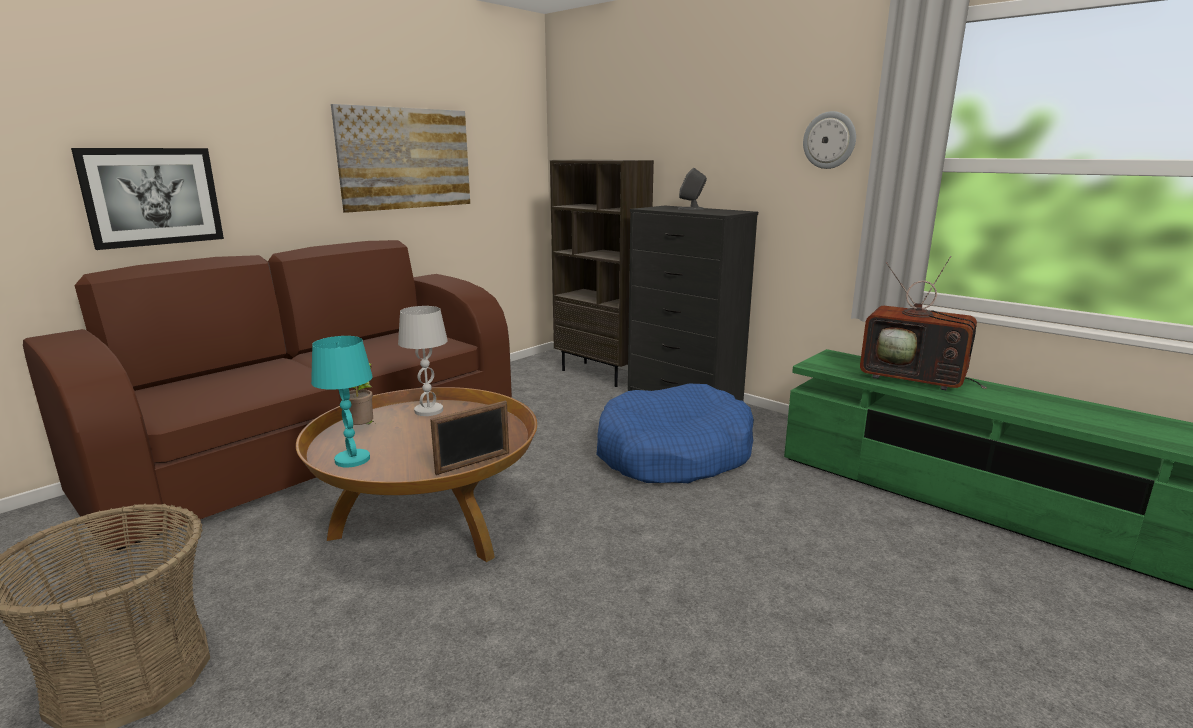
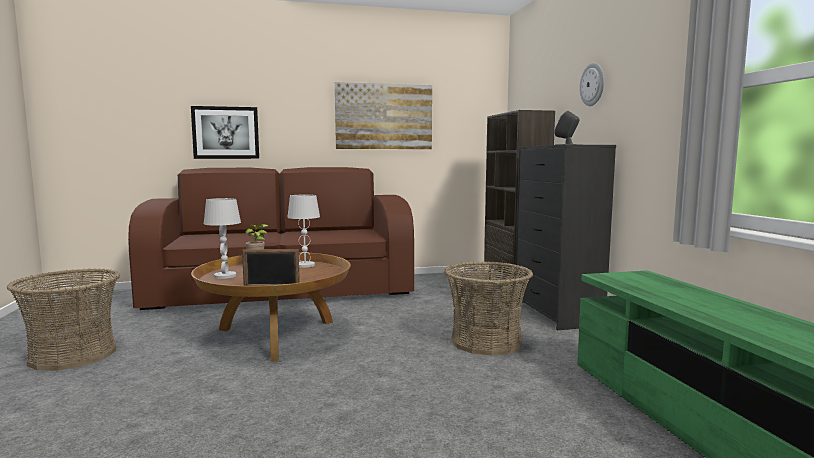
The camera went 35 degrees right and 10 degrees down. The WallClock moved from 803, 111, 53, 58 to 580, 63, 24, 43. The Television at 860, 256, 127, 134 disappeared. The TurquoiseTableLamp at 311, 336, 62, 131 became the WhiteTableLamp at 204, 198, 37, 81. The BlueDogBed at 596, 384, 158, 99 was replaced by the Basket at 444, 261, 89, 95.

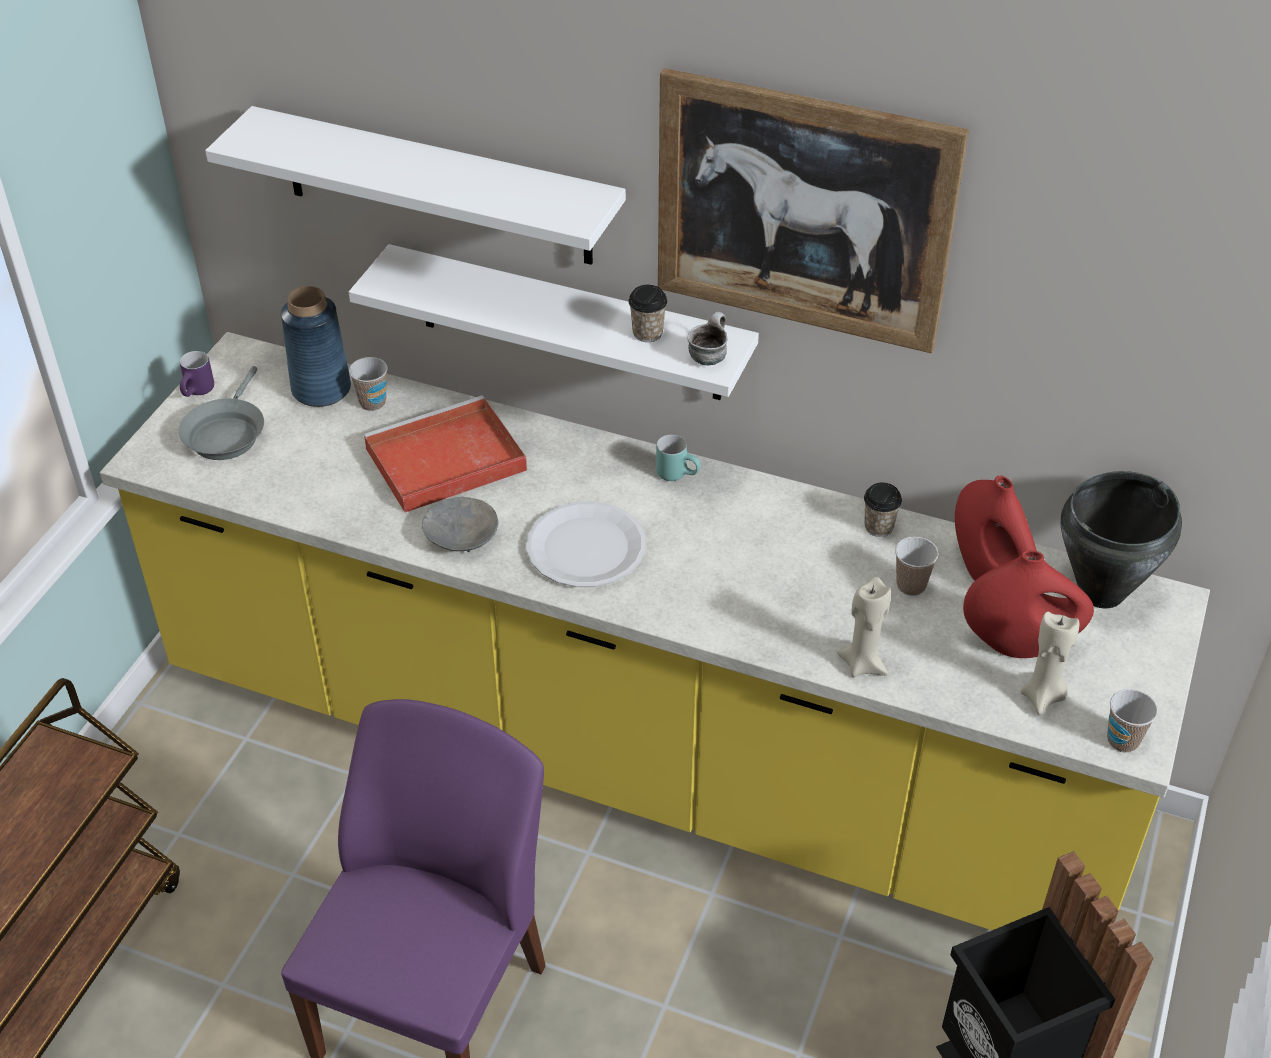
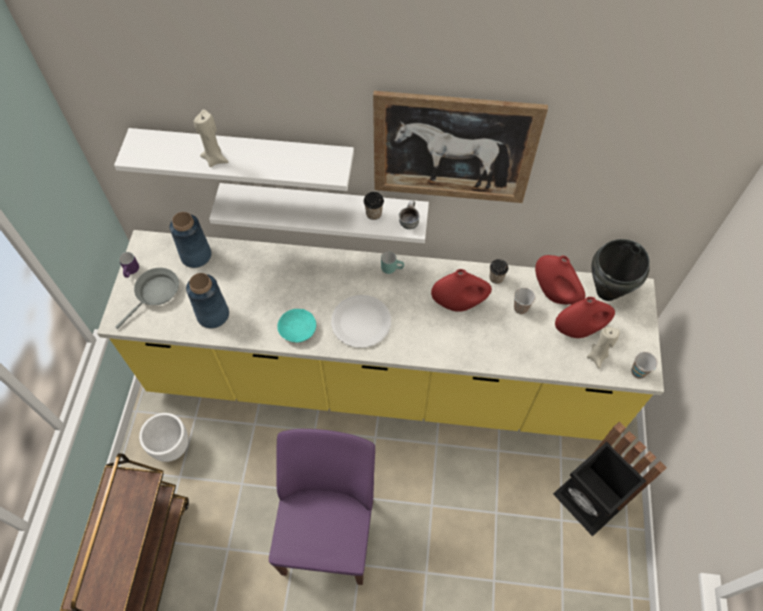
The camera went 15 degrees left and 15 degrees up. The Cup at 349, 357, 38, 54 disappeared. The GreyFryingPan at 178, 366, 86, 94 turned 135 degrees counterclockwise. The RedTray at 363, 395, 164, 118 disappeared. The GreyBowl at 422, 497, 76, 55 became the TurquoiseBowl at 277, 309, 39, 34. The BeigeCandle moved from 837, 577, 54, 100 to 194, 109, 34, 58. The RedVase at 431, 269, 61, 43 appeared. The BlueVase at 186, 273, 43, 55 appeared. The WhitePlanter at 139, 413, 49, 49 appeared.

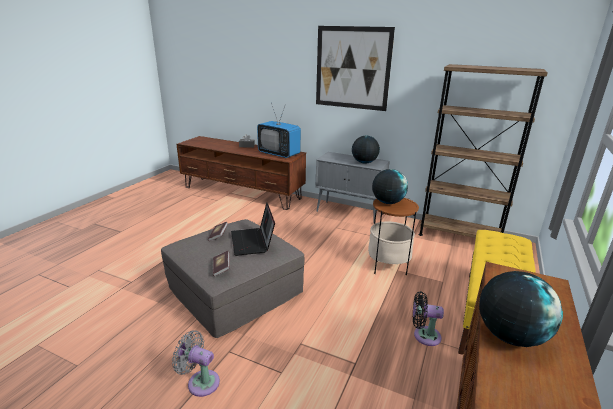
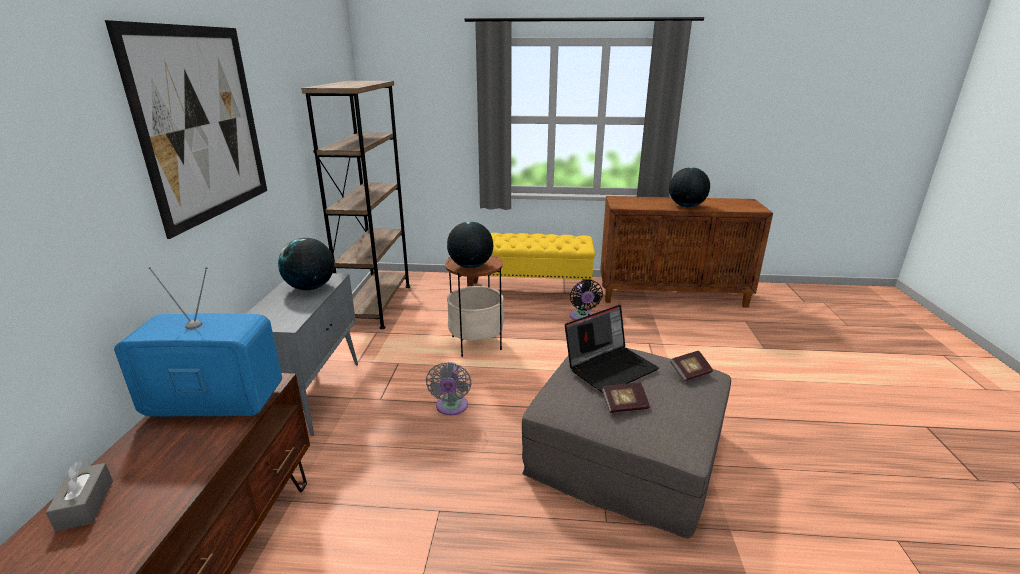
The camera went 110 degrees left and 0 degrees up. The Television at 257, 102, 44, 56 turned 105 degrees counterclockwise. The GreyFan moved from 172, 330, 48, 67 to 426, 362, 45, 53.

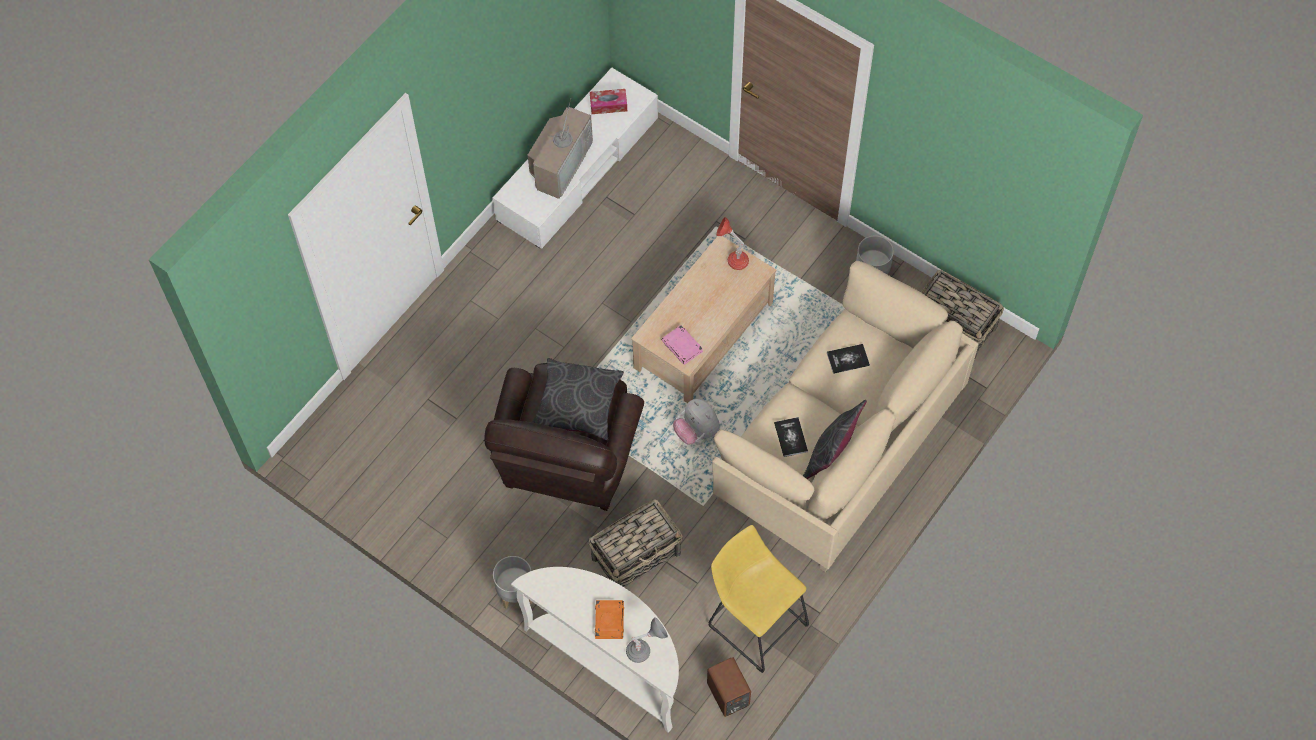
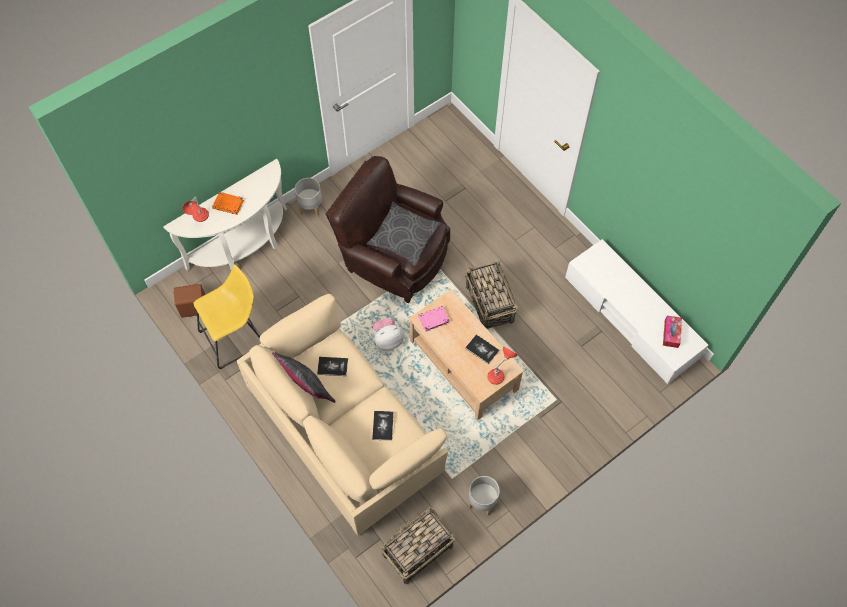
The camera went 105 degrees right and 0 degrees up. The Television at 528, 99, 65, 100 disappeared. The Basket moved from 589, 499, 94, 88 to 465, 261, 53, 68. The GreyTableLamp at 626, 617, 42, 46 became the RedTableLamp at 182, 197, 27, 25. The Book at 465, 335, 34, 29 appeared.

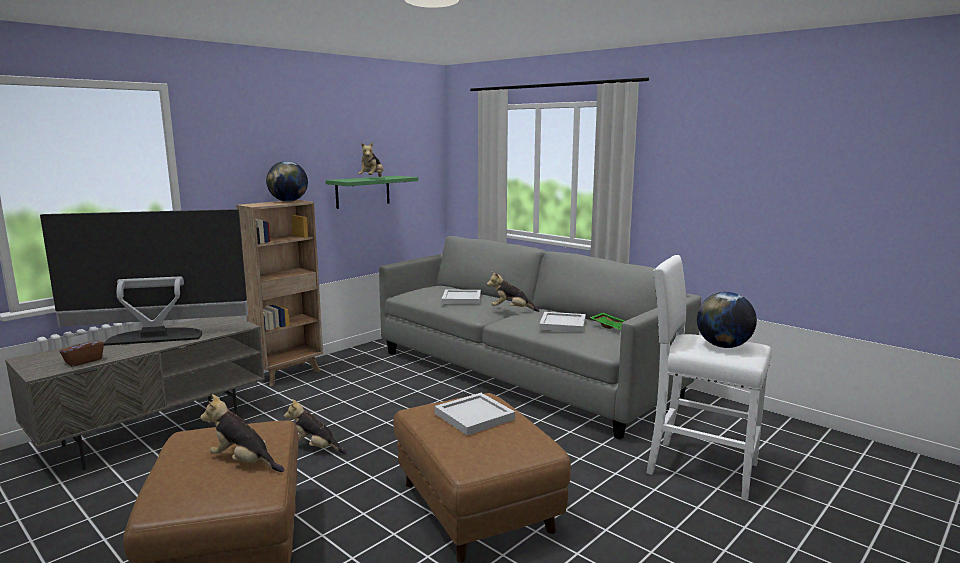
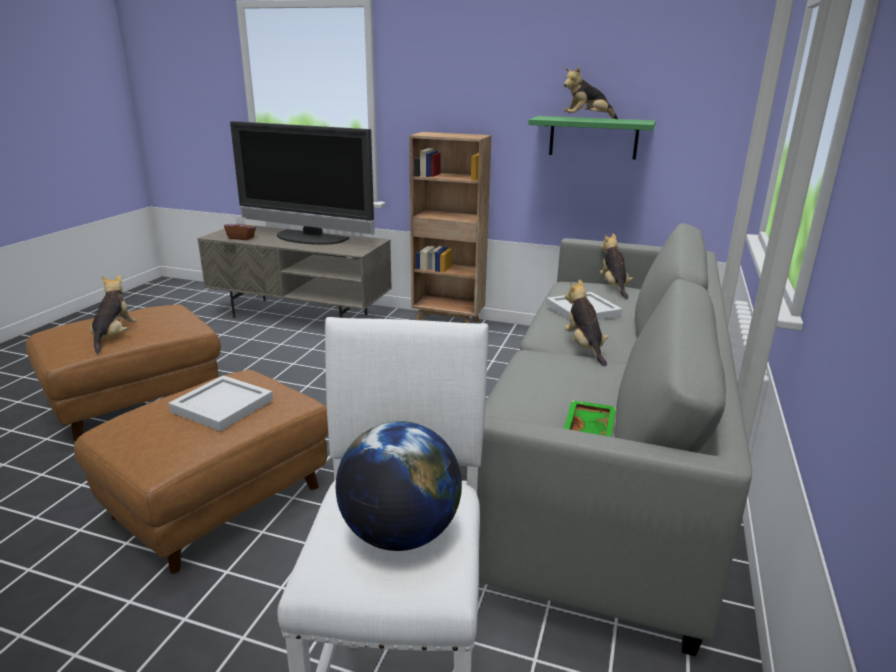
The camera went 65 degrees right and 10 degrees up. The Globe at 266, 161, 42, 41 disappeared. The Television at 40, 209, 208, 137 turned 150 degrees clockwise. The WhiteTray at 539, 312, 47, 20 disappeared. The PlushToy moved from 284, 399, 63, 55 to 600, 233, 33, 66.

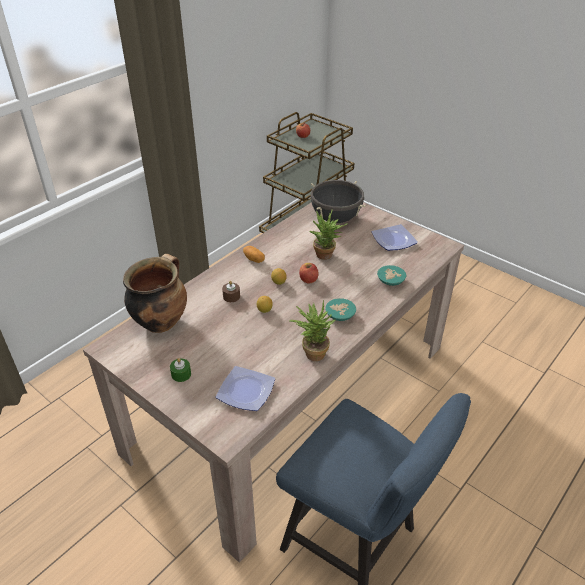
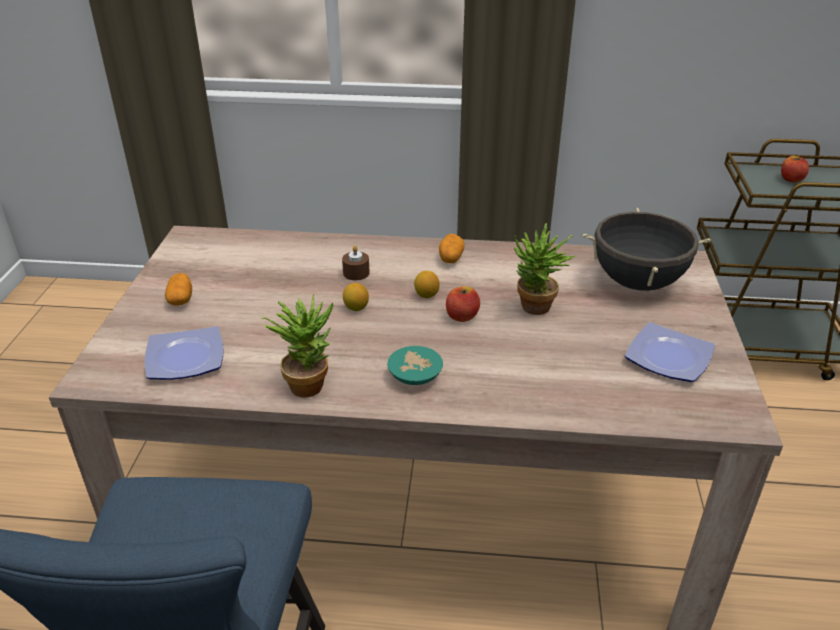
The camera went 55 degrees right and 5 degrees down. The CookingPot at 123, 254, 64, 79 disappeared. The TurquoiseBowl at 377, 265, 29, 21 disappeared. The GreenCandle at 170, 358, 21, 24 was replaced by the Potato at 165, 273, 27, 33.

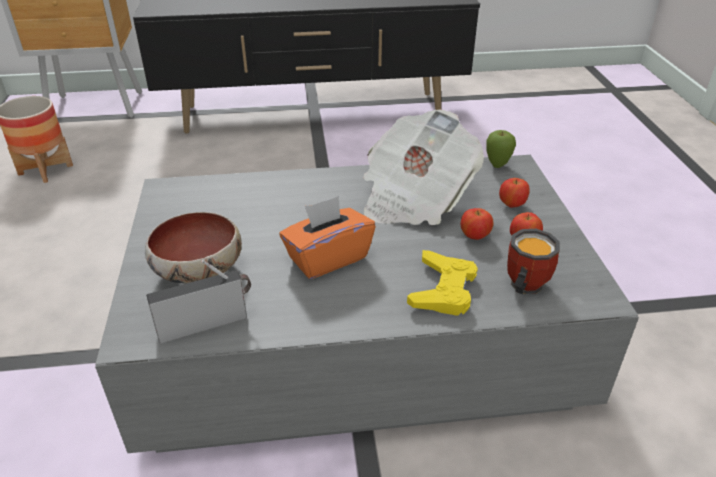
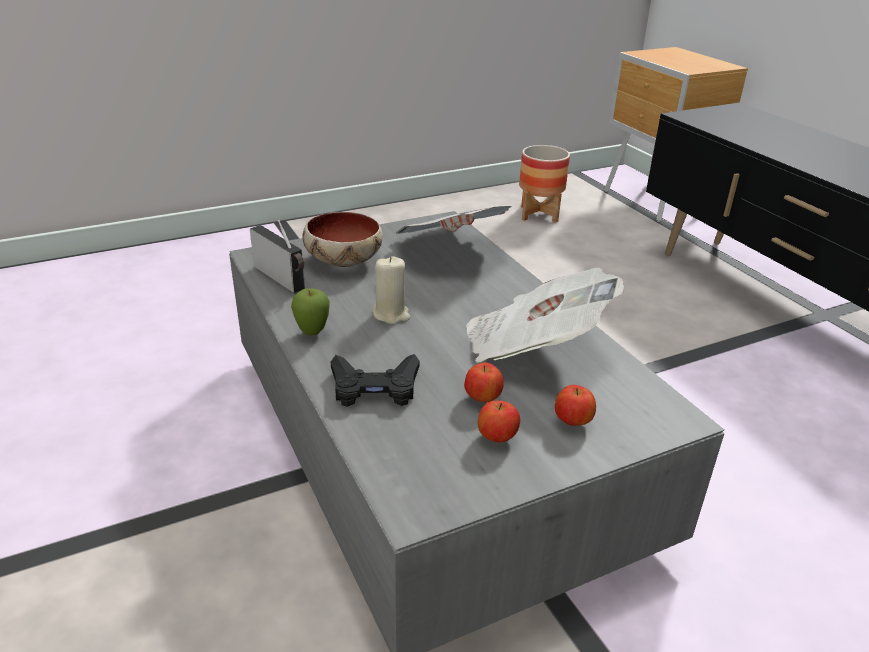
The camera went 70 degrees right and 5 degrees down. The Apple moved from 486, 130, 30, 38 to 291, 288, 39, 48. The OrangeTissueBox at 279, 196, 97, 83 was replaced by the BeigeCandle at 373, 256, 37, 68. The Mug at 507, 229, 53, 65 disappeared. The YellowGameController at 407, 250, 71, 66 became the BlackGameController at 331, 354, 88, 53. The Newspaper at 396, 206, 116, 28 appeared.

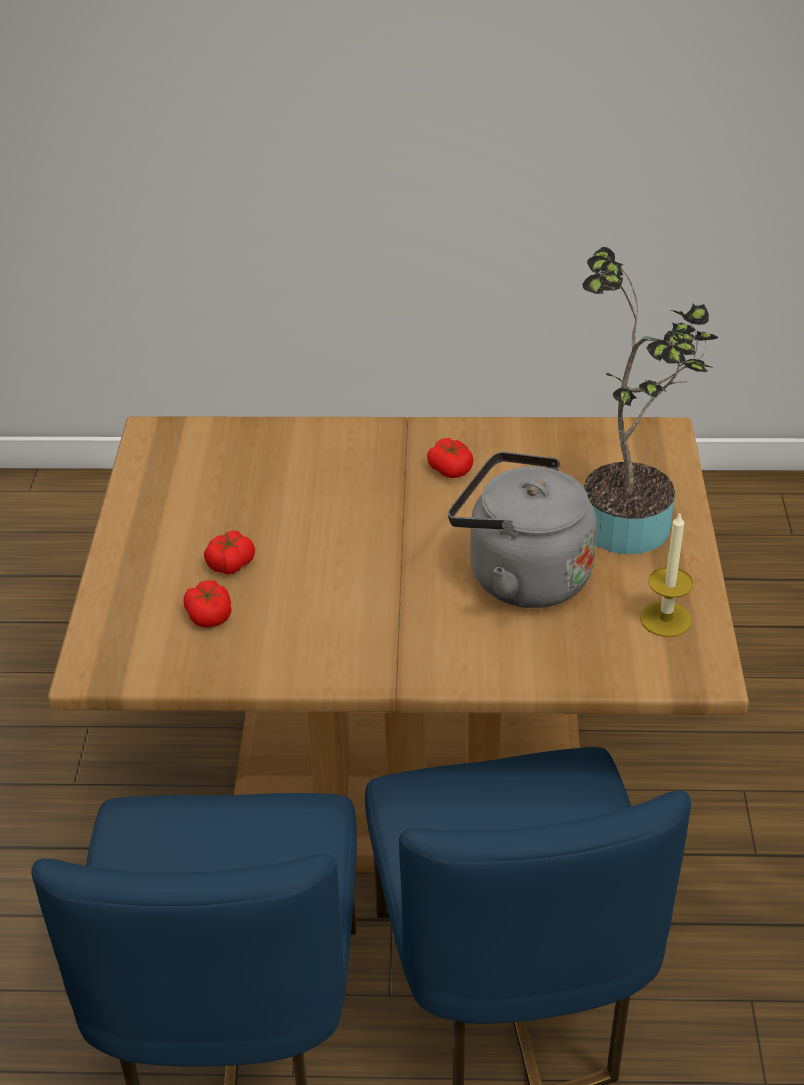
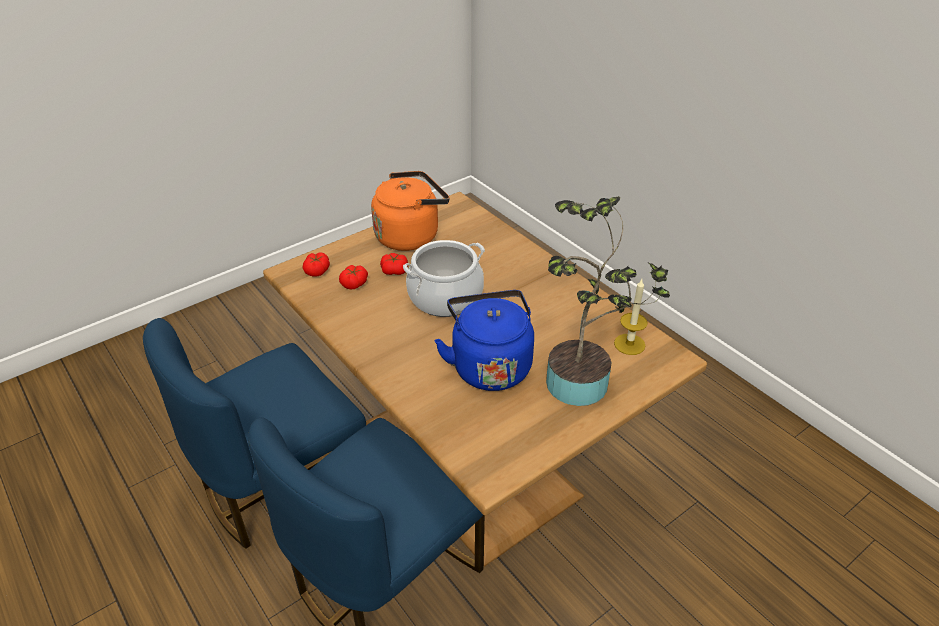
The camera went 50 degrees right and 0 degrees up. The Tomato moved from 427, 438, 46, 40 to 303, 252, 27, 25. The GreyKettle at 448, 452, 149, 156 became the BlueKettle at 434, 290, 100, 101. The Candle moved from 640, 513, 53, 124 to 614, 279, 34, 76. The OrangeKettle at 371, 171, 79, 80 appeared. The CookingPot at 403, 240, 82, 77 appeared.

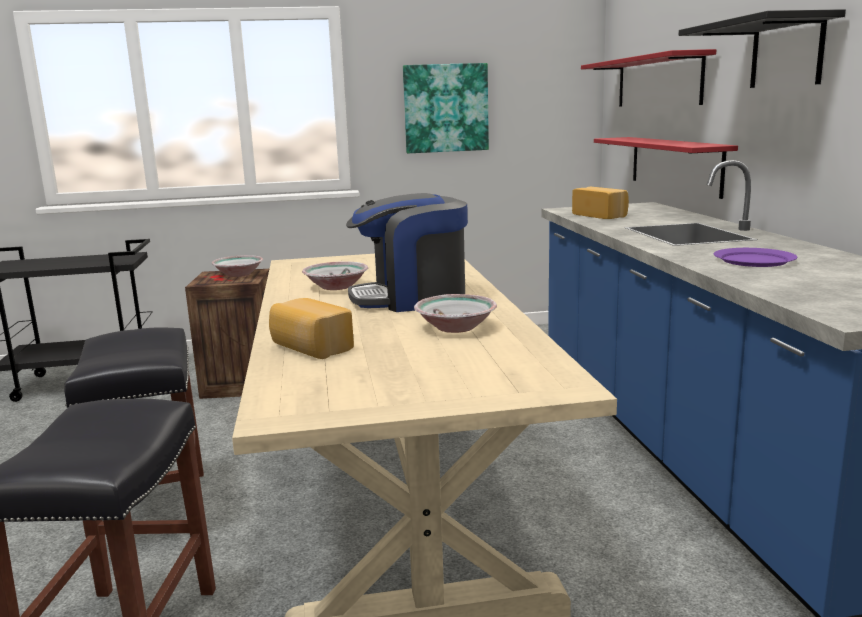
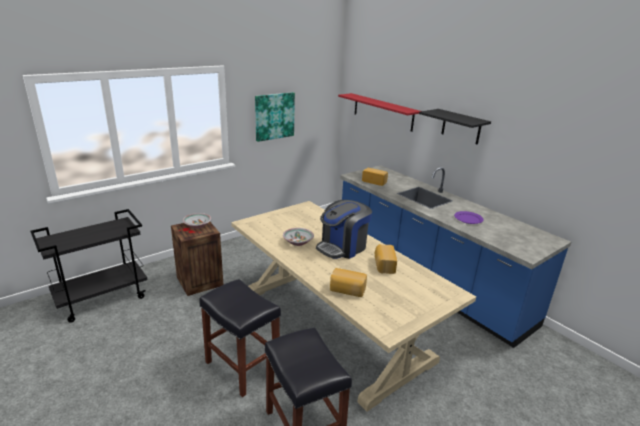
The camera went 30 degrees left and 10 degrees up. The RedShelf at 594, 137, 144, 62 disappeared. The Bowl at 414, 294, 83, 39 was replaced by the Bread at 375, 244, 22, 30.

